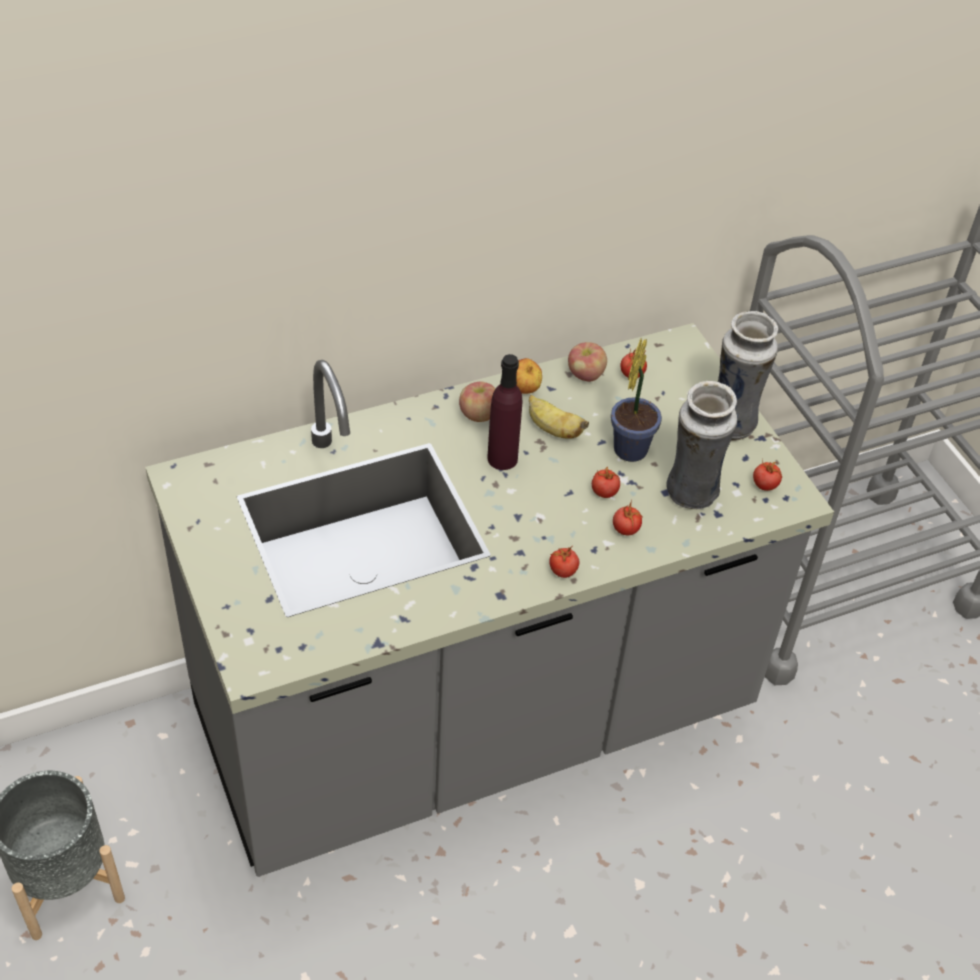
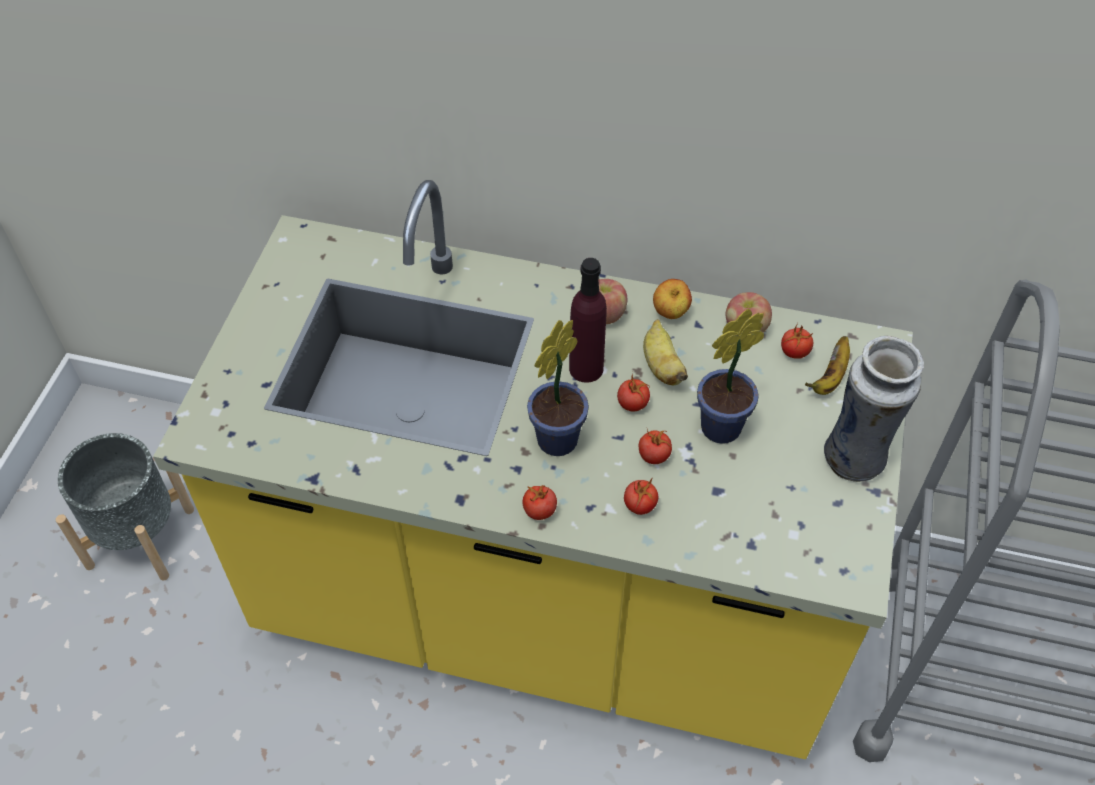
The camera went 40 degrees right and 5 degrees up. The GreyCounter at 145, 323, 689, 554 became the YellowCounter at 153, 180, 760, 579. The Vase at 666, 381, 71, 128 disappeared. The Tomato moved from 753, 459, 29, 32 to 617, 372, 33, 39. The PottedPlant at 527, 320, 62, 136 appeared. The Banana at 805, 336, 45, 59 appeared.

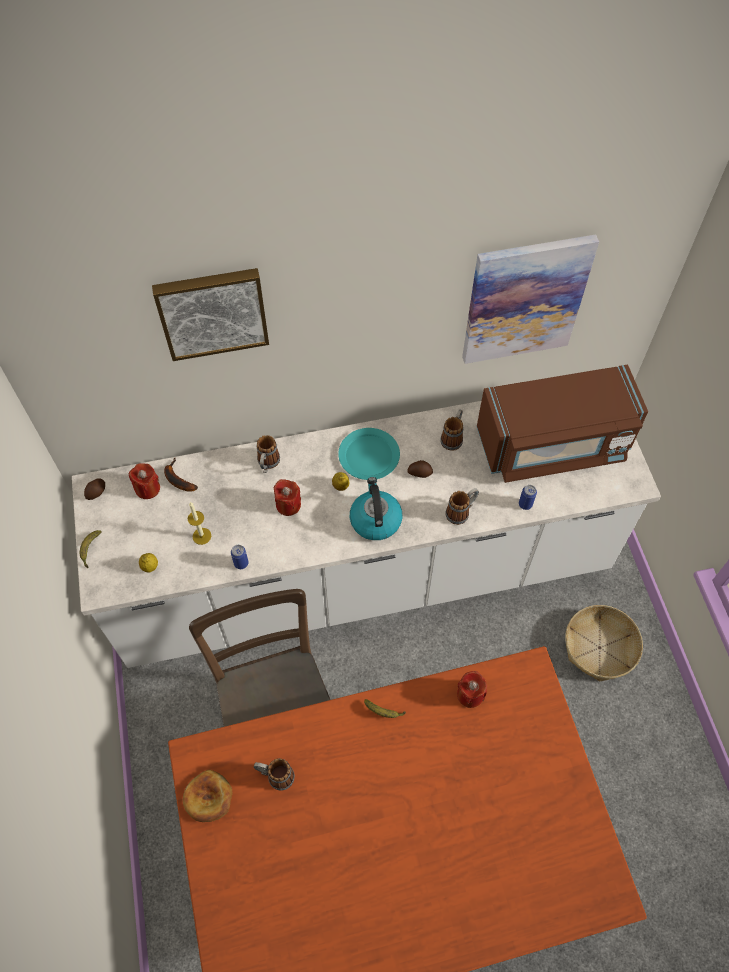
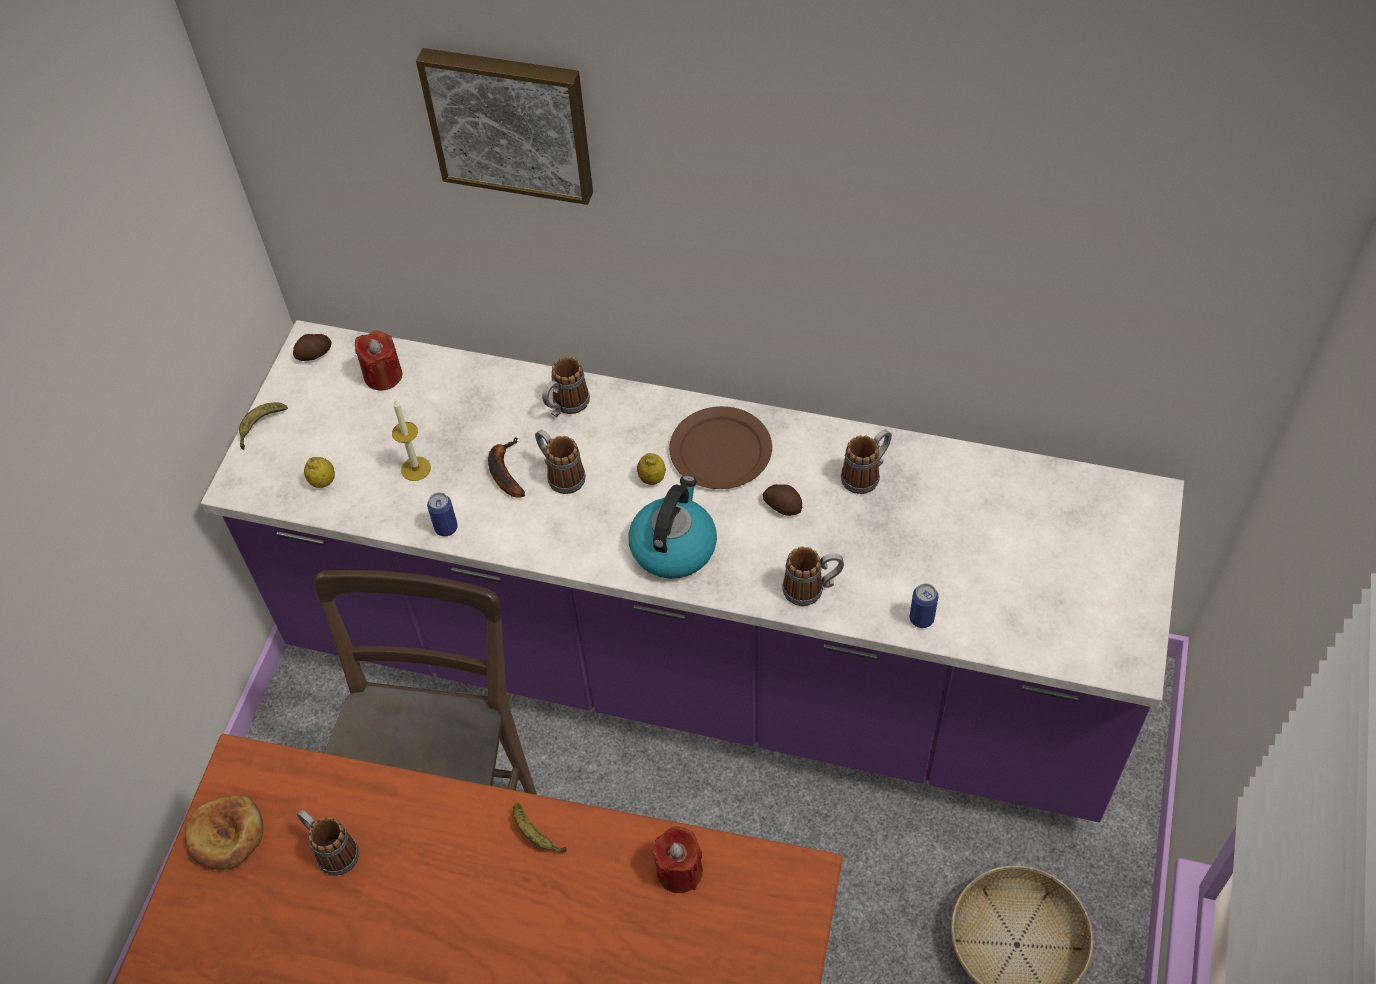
The camera went 30 degrees right and 5 degrees down. The Picture at 462, 235, 137, 129 disappeared. The BrownMicrowave at 477, 365, 171, 118 disappeared. The WhiteCounter at 72, 401, 589, 267 became the PurpleCounter at 201, 320, 983, 502. The TurquoisePlate at 338, 428, 62, 52 became the BrownPlate at 669, 406, 103, 83. The Banana moved from 164, 458, 34, 34 to 488, 437, 37, 61. The RedCandle at 274, 479, 27, 37 was replaced by the Mug at 535, 429, 51, 65.

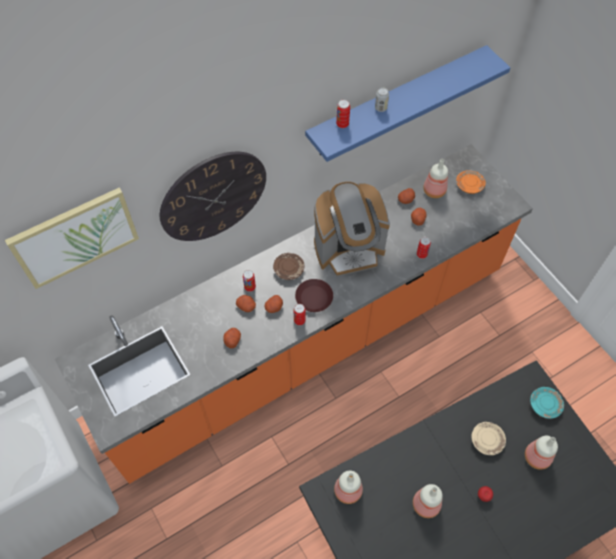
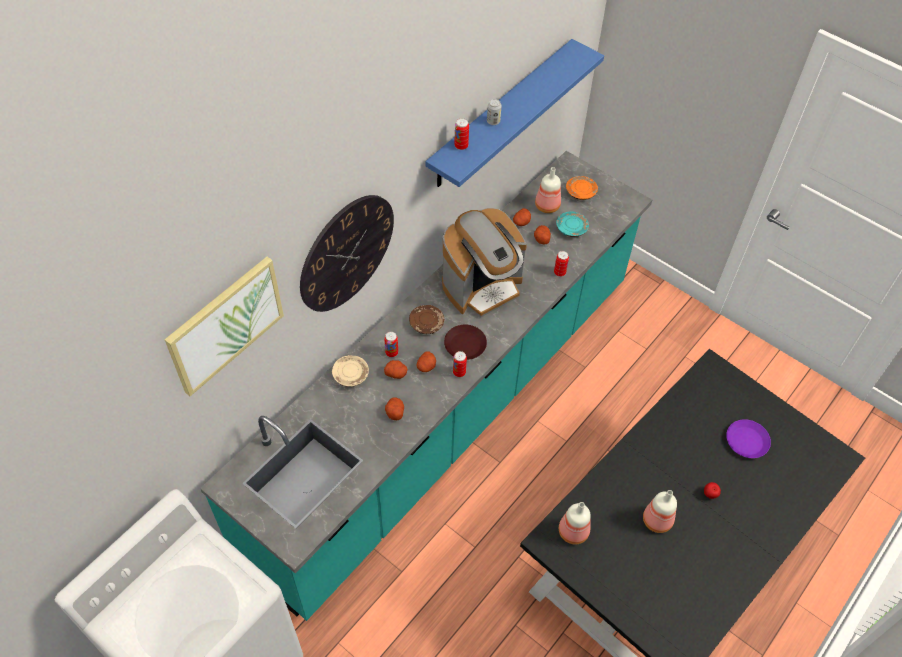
The camera went 20 degrees left and 5 degrees down. The OrangeCounter at 55, 144, 478, 340 became the TurquoiseCounter at 200, 151, 452, 470. The TurquoisePlate moved from 530, 387, 34, 32 to 556, 211, 33, 26. The BeigePlate moved from 471, 422, 35, 33 to 332, 355, 37, 32. The Bottle at 525, 436, 33, 34 was replaced by the PurplePlate at 726, 419, 45, 39.

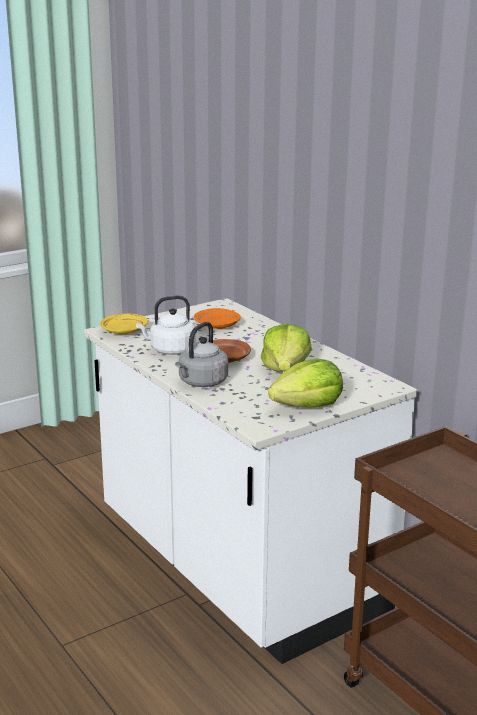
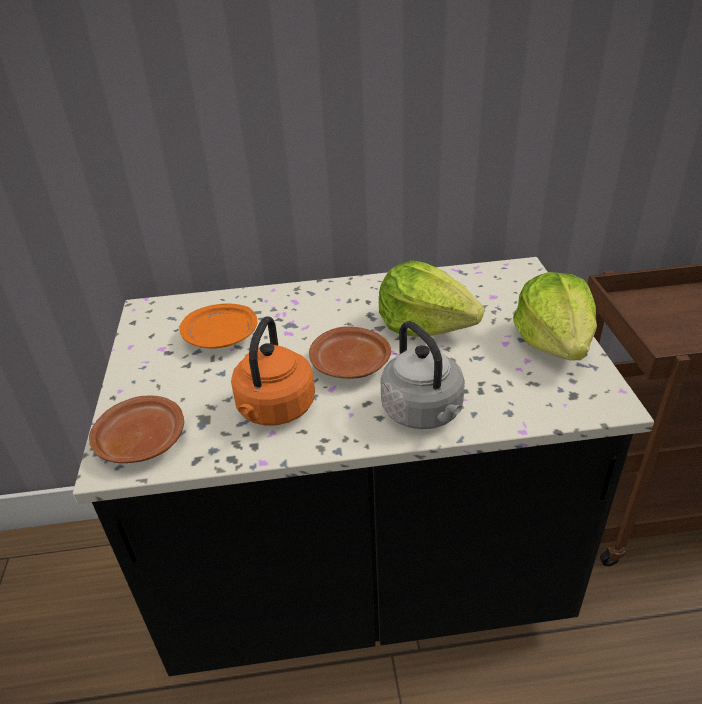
The camera went 60 degrees left and 15 degrees up. The WhiteKettle at 136, 296, 60, 59 became the OrangeKettle at 231, 316, 84, 109. The WhiteCounter at 84, 298, 333, 366 became the BlackCounter at 73, 257, 581, 419. The YellowPlate at 100, 314, 48, 20 became the BrownPlate at 89, 396, 95, 67.

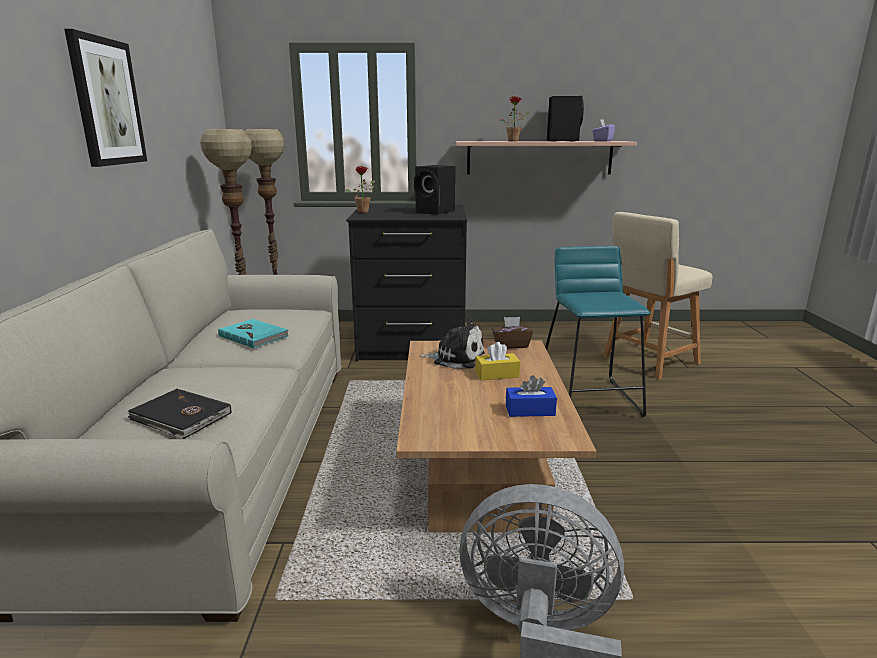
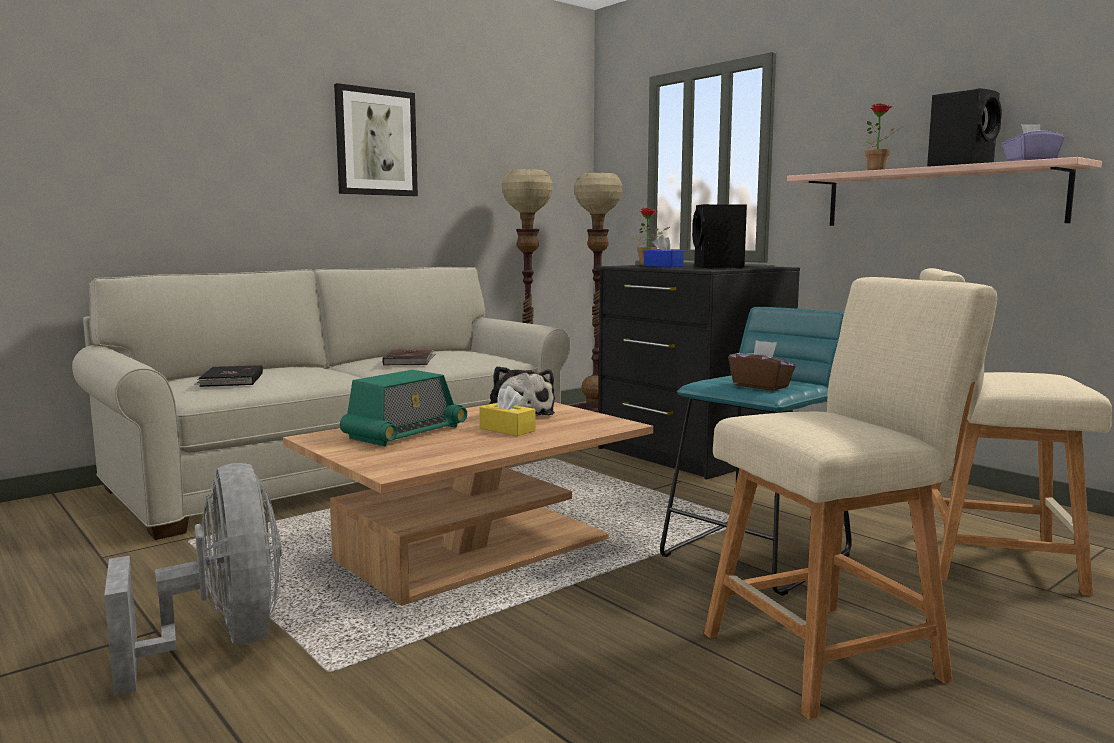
The camera went 50 degrees right and 10 degrees down. The BrownTissueBox moved from 492, 317, 41, 32 to 728, 340, 68, 50. The TurquoiseBook at 218, 319, 71, 29 became the BrownBook at 382, 349, 54, 17. The BlueTissueBox moved from 506, 375, 51, 42 to 644, 235, 40, 32. The BeigeStool at 704, 277, 293, 443 appeared. The Radio at 340, 370, 127, 76 appeared.

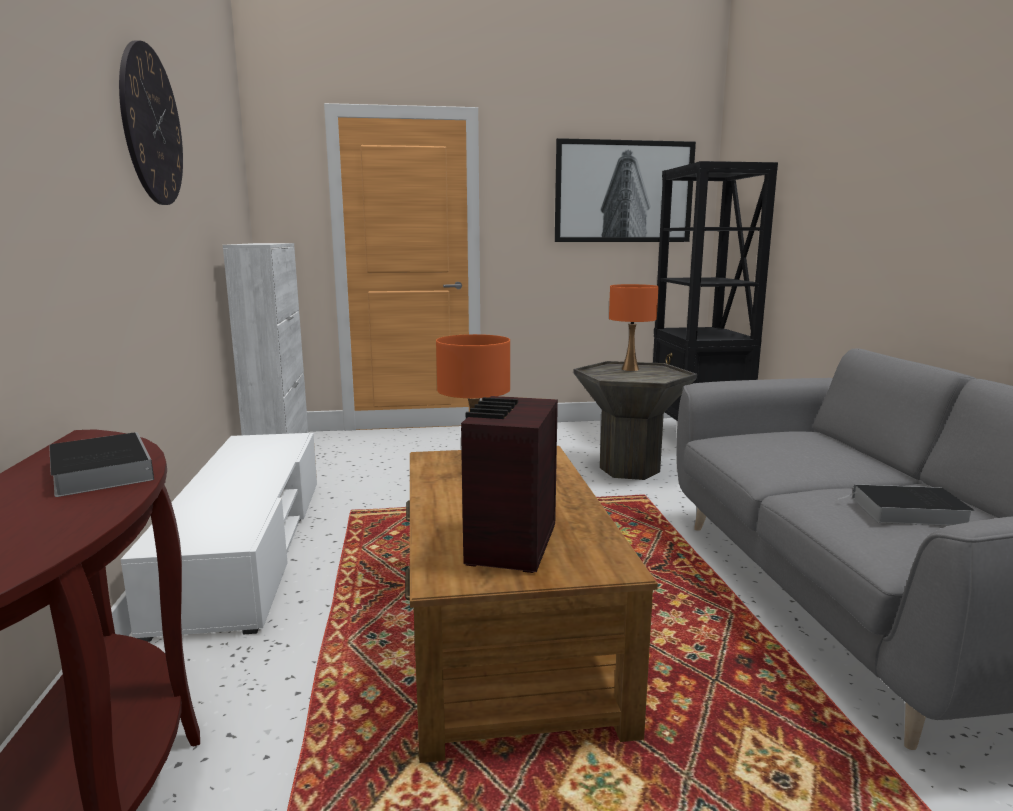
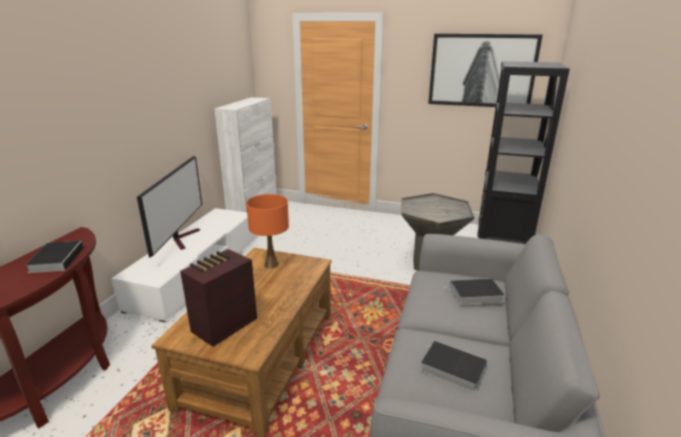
The camera went 25 degrees right and 10 degrees up. The WallClock at 119, 40, 64, 165 disappeared. The OrangeTableLamp at 609, 284, 50, 87 disappeared. The Television at 137, 156, 65, 102 appeared. The Book at 443, 278, 61, 27 appeared.

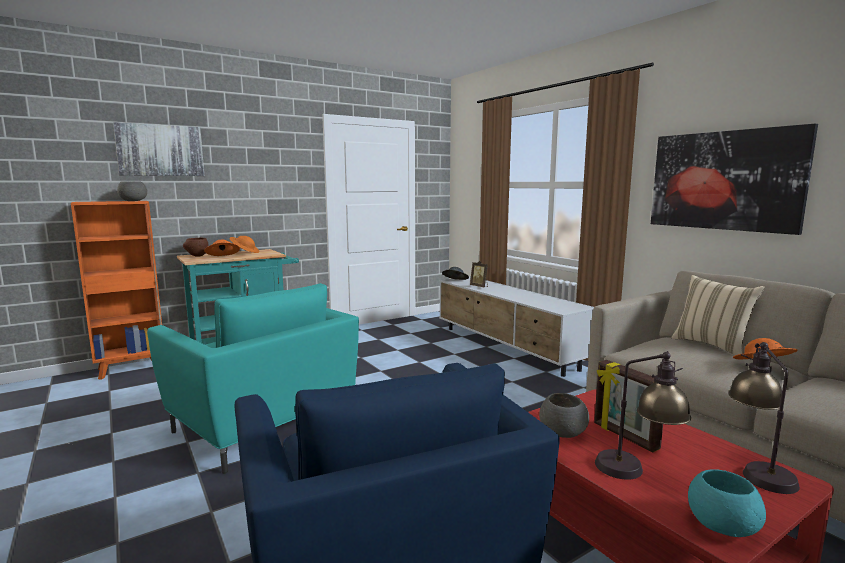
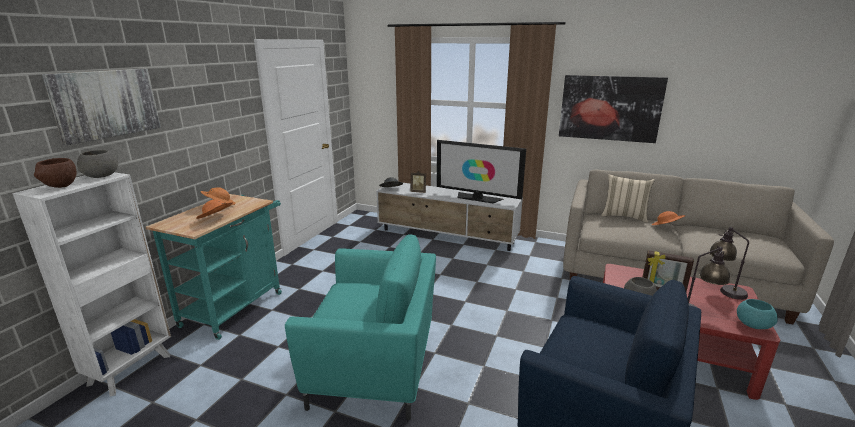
The camera went 35 degrees left and 10 degrees up. The OrangeBookcase at 71, 201, 91, 179 became the WhiteBookcase at 13, 172, 158, 225. The BrownBowl moved from 183, 237, 25, 20 to 34, 158, 43, 30. The Television at 437, 140, 89, 63 appeared.

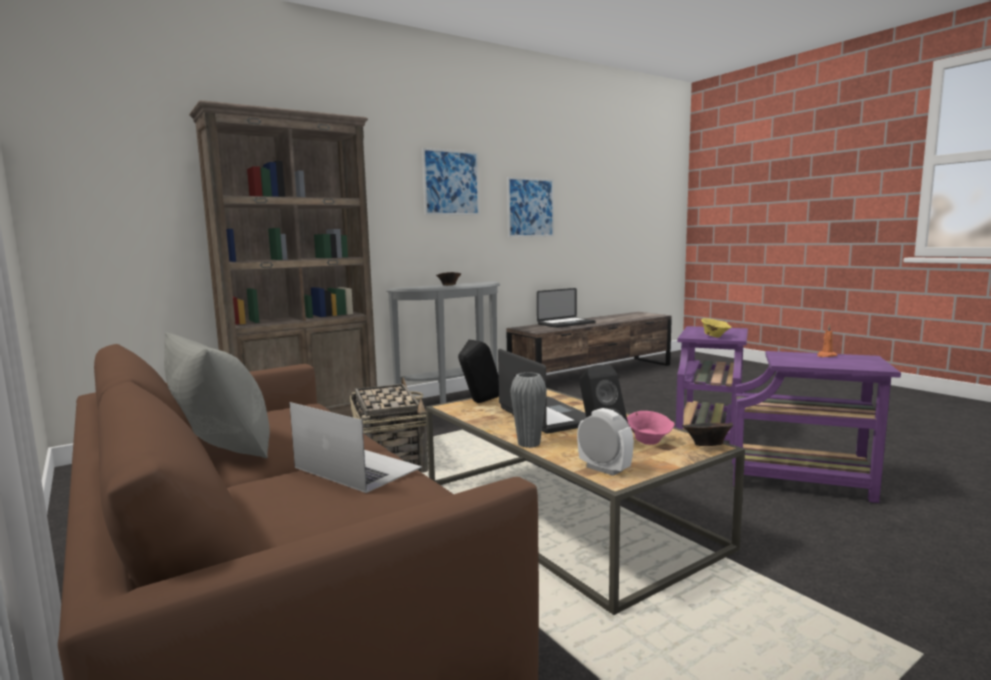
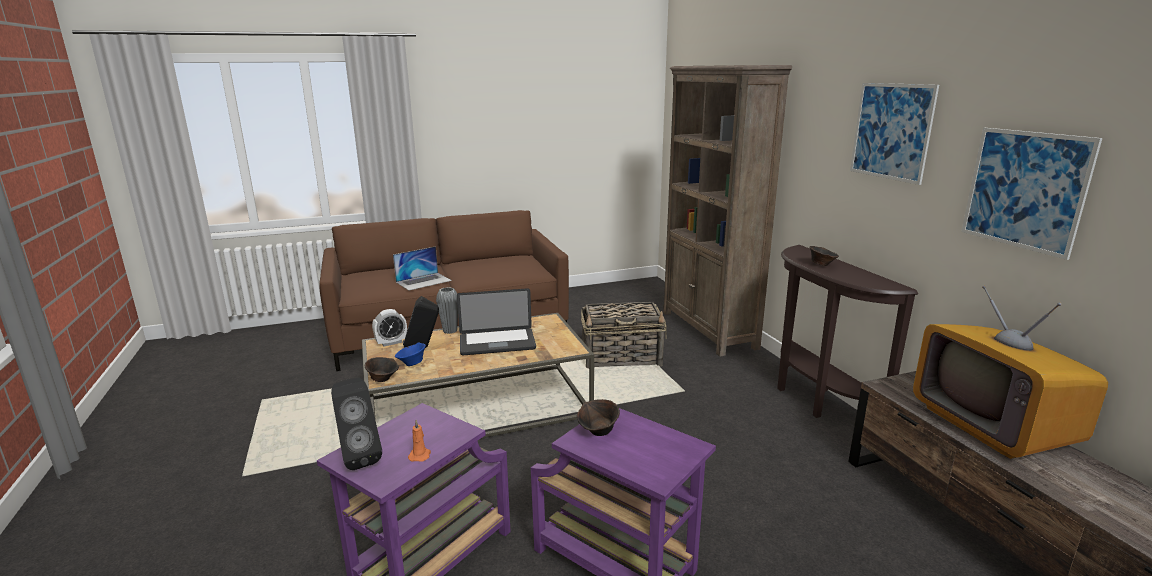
The camera went 105 degrees right and 10 degrees up. The GreyConsoleTable at 387, 281, 113, 123 became the BrownConsoleTable at 777, 245, 141, 173. The Laptop at 537, 288, 59, 40 was replaced by the Television at 913, 286, 195, 173. The YellowBowl at 701, 318, 30, 20 became the BrownBowl at 577, 399, 43, 37. The GreyPillow at 164, 332, 106, 126 disappeared. The BlackSpeaker moved from 458, 340, 41, 63 to 331, 378, 51, 92. The PinkBowl at 627, 411, 48, 34 became the BlueBowl at 395, 343, 31, 23.

